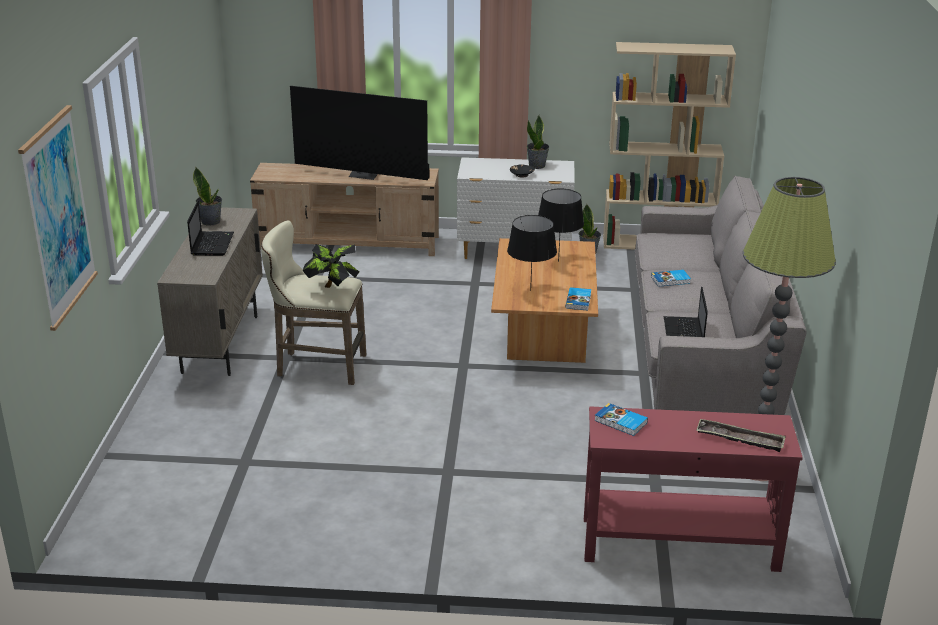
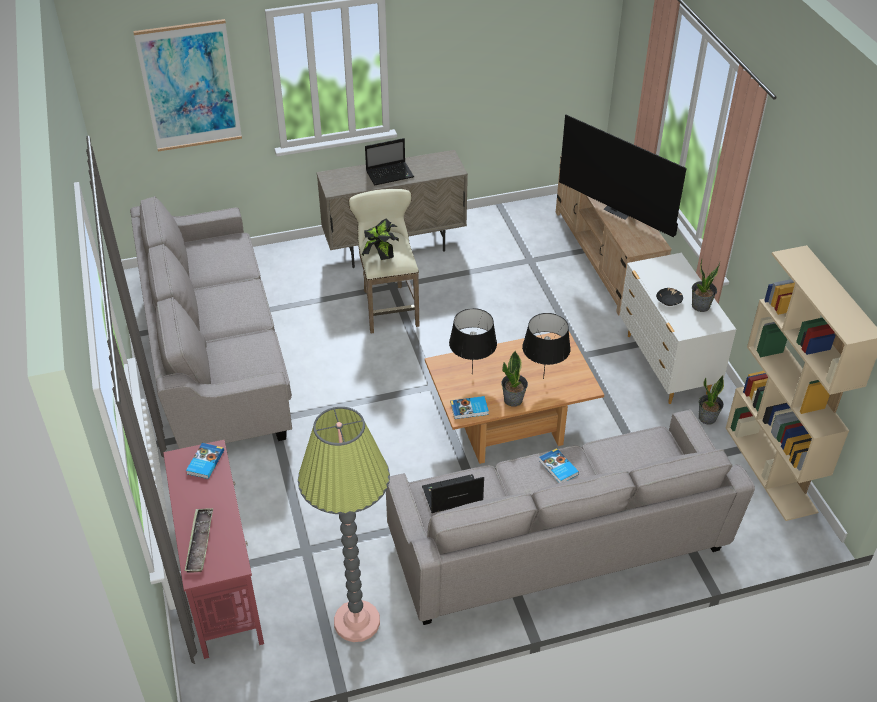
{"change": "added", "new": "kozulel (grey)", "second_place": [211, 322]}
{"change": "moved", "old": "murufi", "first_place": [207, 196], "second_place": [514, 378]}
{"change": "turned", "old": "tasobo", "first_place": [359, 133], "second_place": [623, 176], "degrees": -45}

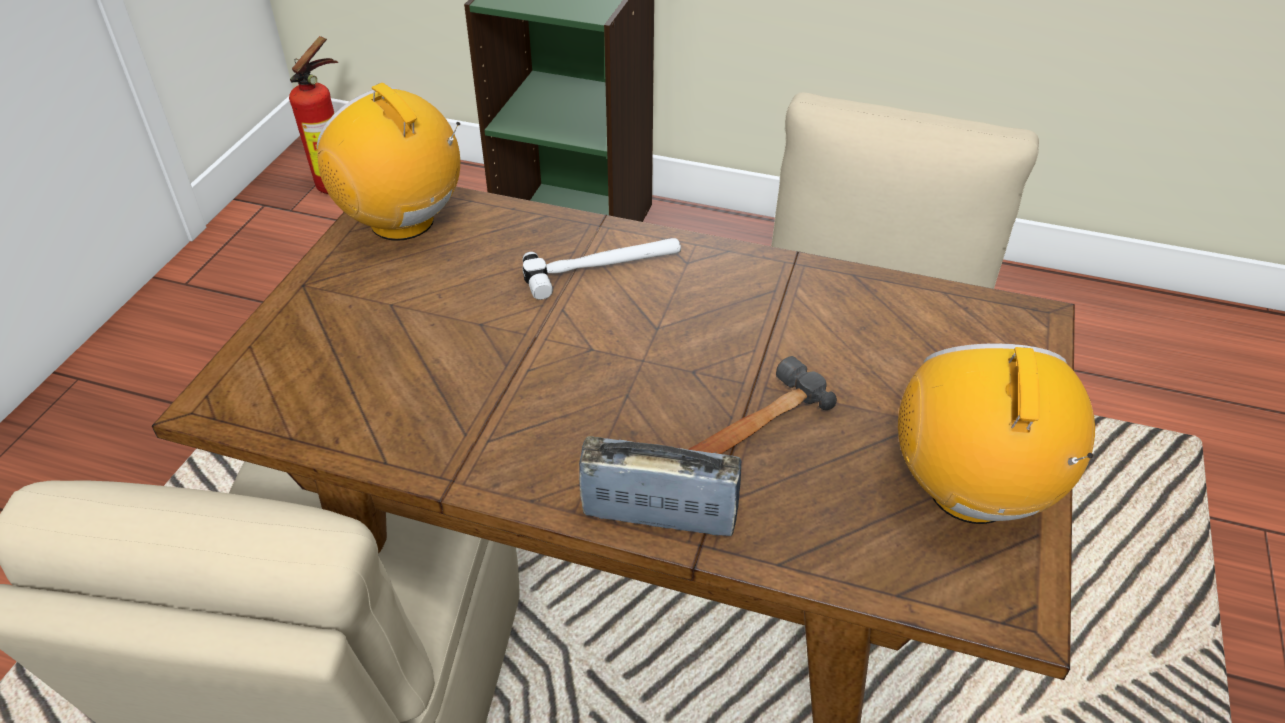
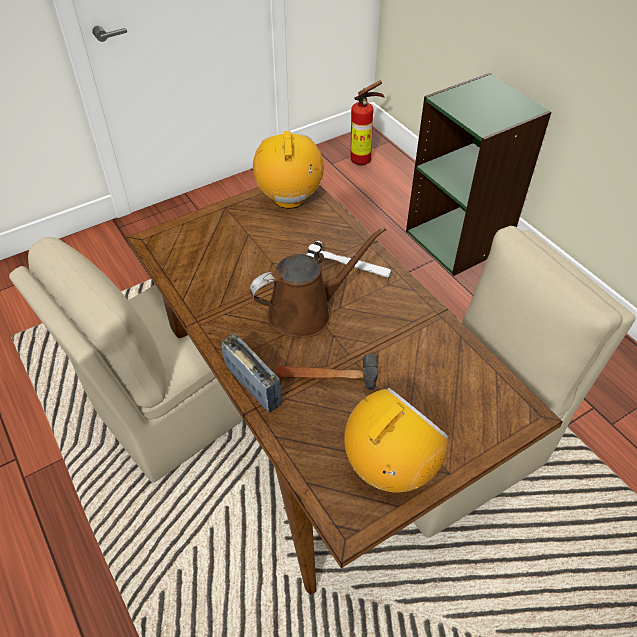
{"change": "added", "new": "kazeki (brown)", "second_place": [317, 282]}

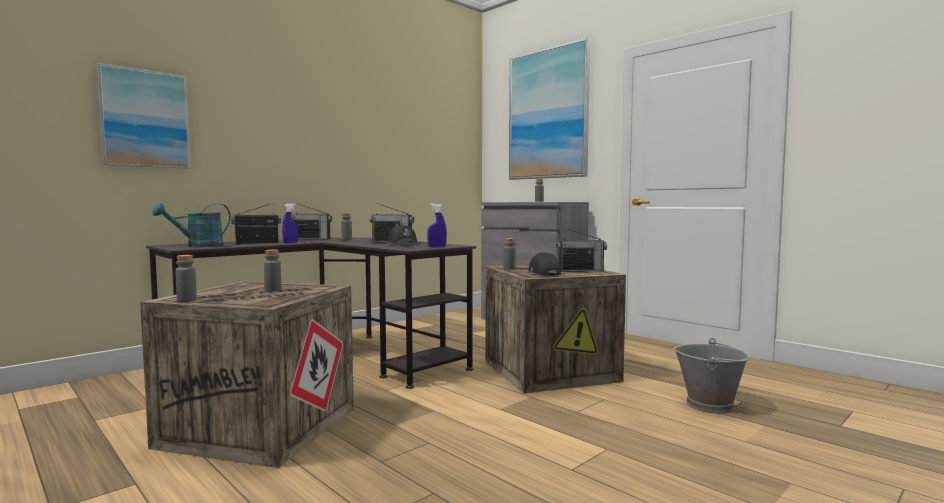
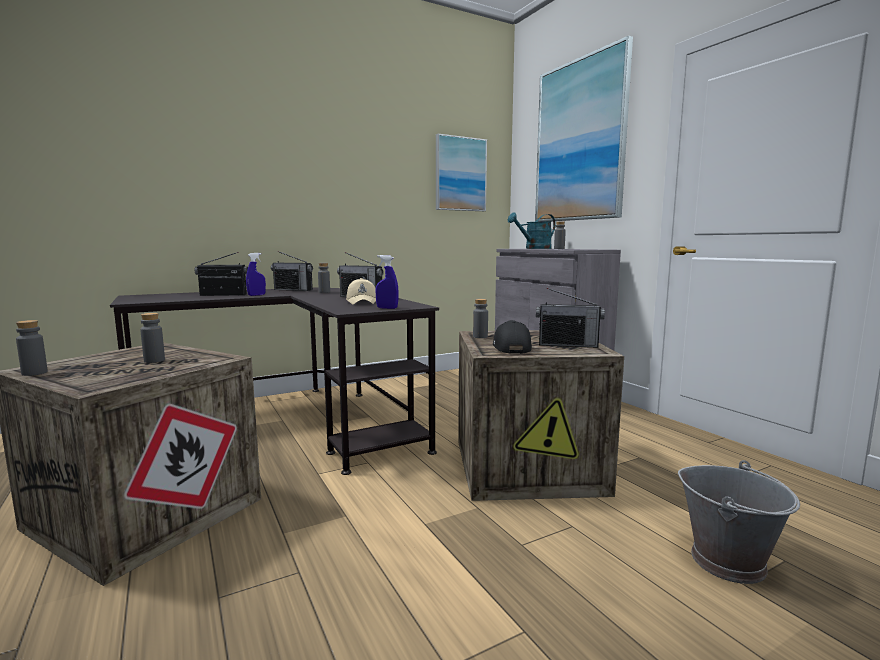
{"change": "recoloured", "old": "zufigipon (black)", "new": "zufigipon (beige)", "first_place": [402, 235], "second_place": [361, 291]}
{"change": "moved", "old": "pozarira", "first_place": [143, 116], "second_place": [461, 172]}
{"change": "moved", "old": "kazeki (turquoise)", "first_place": [192, 225], "second_place": [531, 230]}

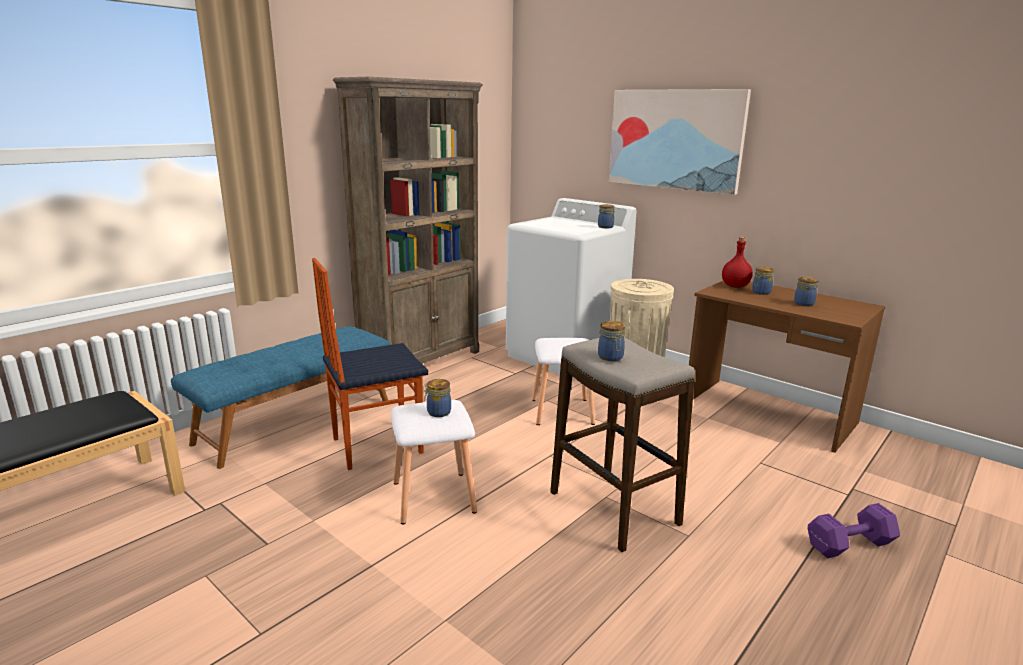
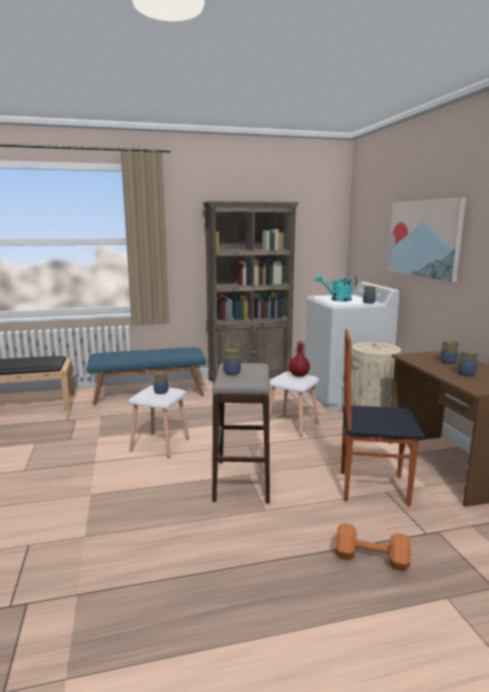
{"change": "moved", "old": "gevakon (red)", "first_place": [737, 262], "second_place": [299, 358]}
{"change": "added", "new": "kazeki (turquoise)", "second_place": [336, 287]}
{"change": "recoloured", "old": "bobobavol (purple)", "new": "bobobavol (orange)", "first_place": [854, 530], "second_place": [373, 547]}
{"change": "moved", "old": "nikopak", "first_place": [370, 364], "second_place": [383, 417]}

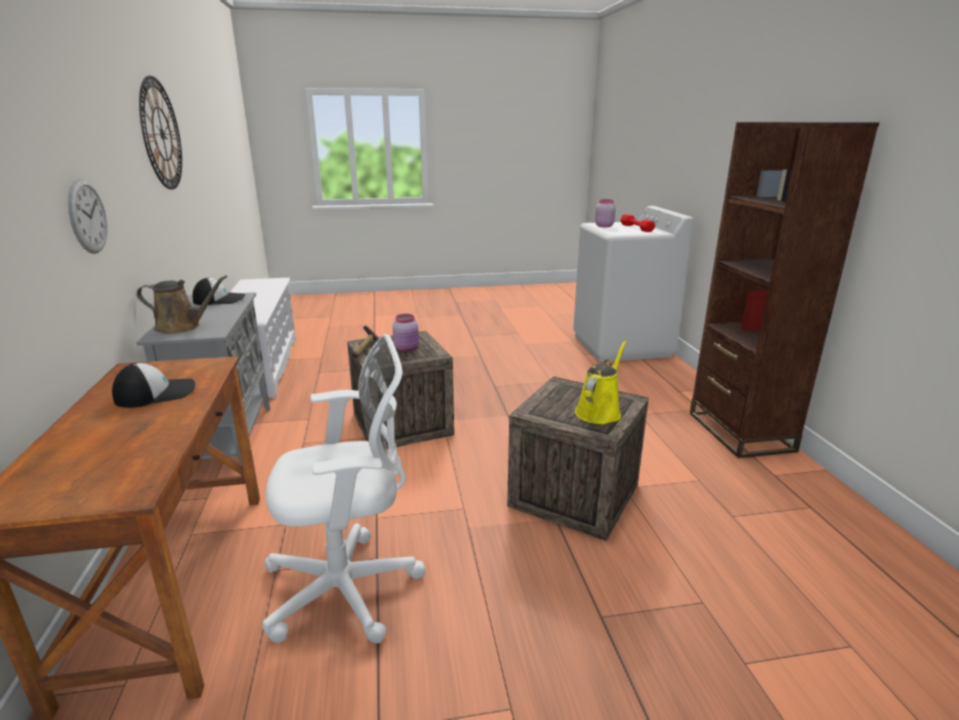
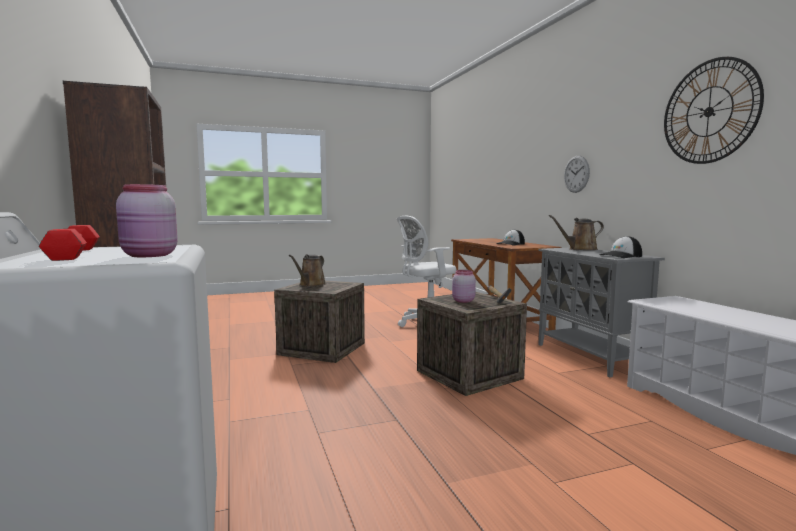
{"change": "recoloured", "old": "kazeki (yellow)", "new": "kazeki (brown)", "first_place": [601, 382], "second_place": [307, 270]}

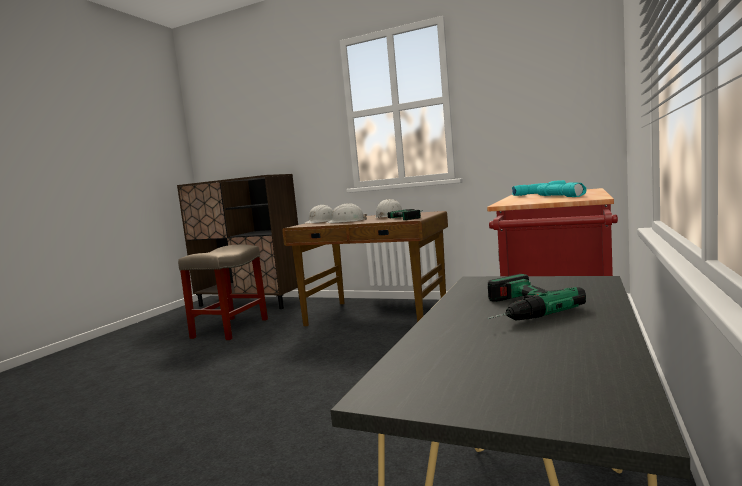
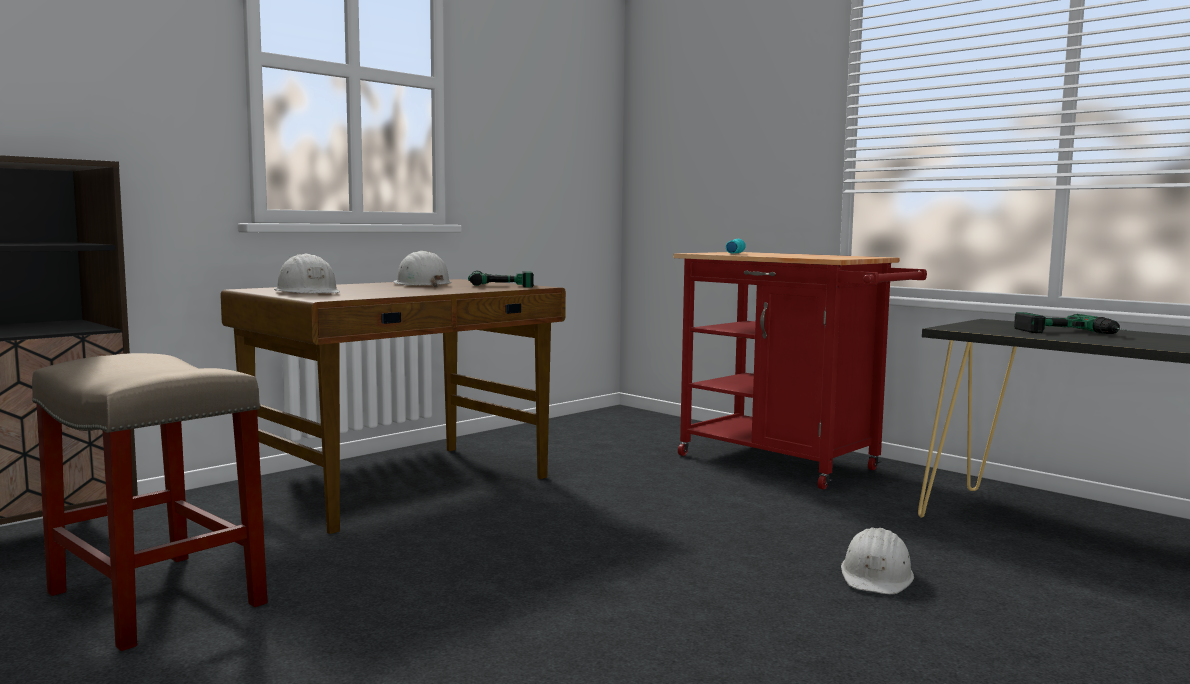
{"change": "moved", "old": "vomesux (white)", "first_place": [346, 213], "second_place": [877, 560]}
{"change": "removed", "old": "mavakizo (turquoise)", "first_place": [562, 189]}

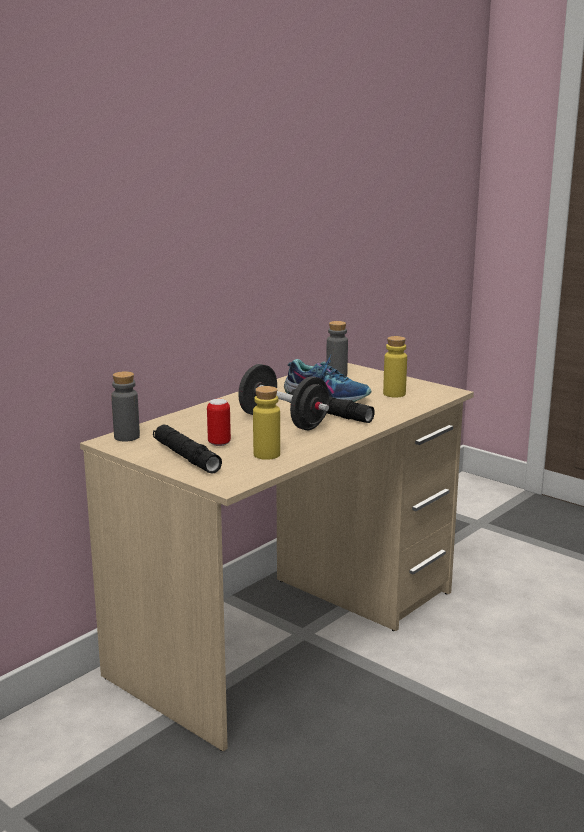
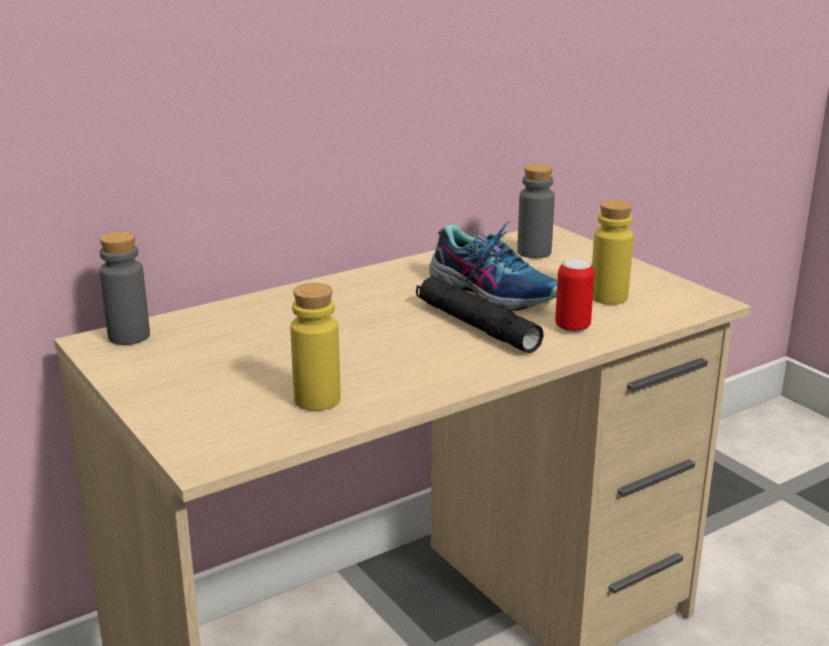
{"change": "moved", "old": "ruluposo", "first_place": [219, 422], "second_place": [575, 295]}
{"change": "removed", "old": "mavakizo (black)", "first_place": [187, 449]}
{"change": "removed", "old": "bobobavol (black)", "first_place": [283, 397]}

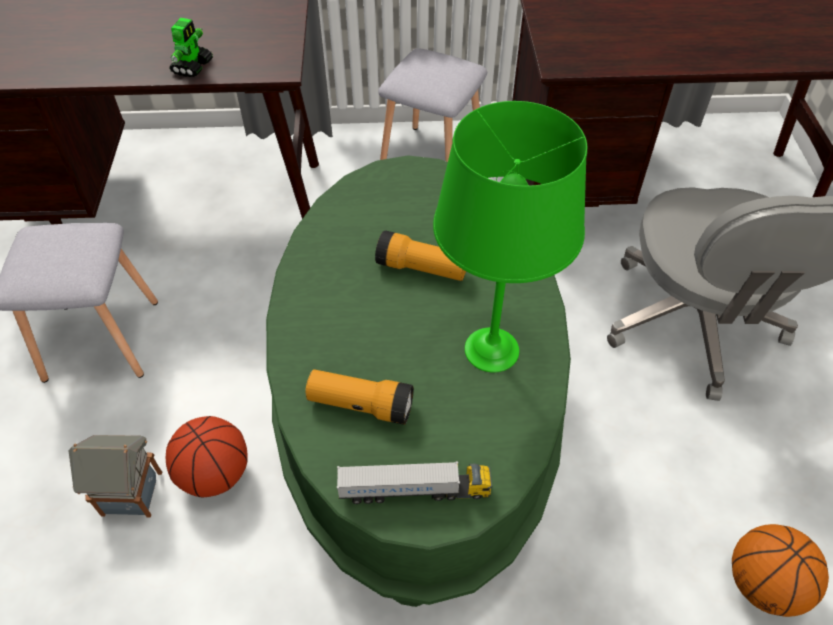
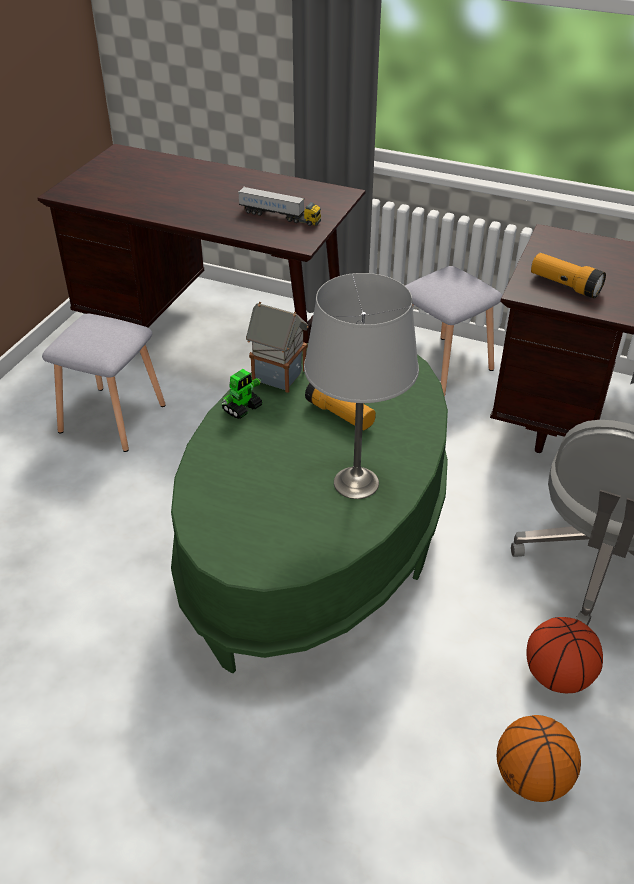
{"change": "moved", "old": "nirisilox", "first_place": [191, 47], "second_place": [242, 394]}
{"change": "moved", "old": "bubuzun", "first_place": [414, 482], "second_place": [279, 206]}
{"change": "moved", "old": "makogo", "first_place": [115, 476], "second_place": [277, 347]}
{"change": "recoloured", "old": "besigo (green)", "new": "besigo (grey)", "first_place": [510, 236], "second_place": [361, 386]}
{"change": "moved", "old": "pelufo", "first_place": [207, 456], "second_place": [564, 655]}
{"change": "moved", "old": "mavakizo", "first_place": [359, 397], "second_place": [568, 275]}

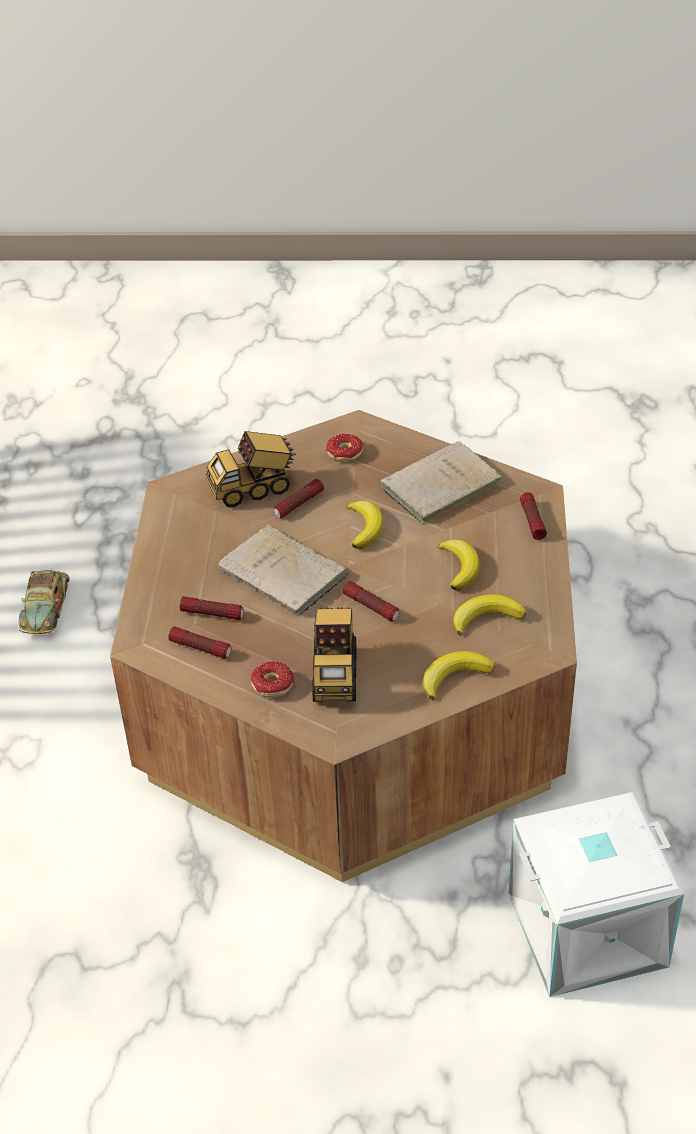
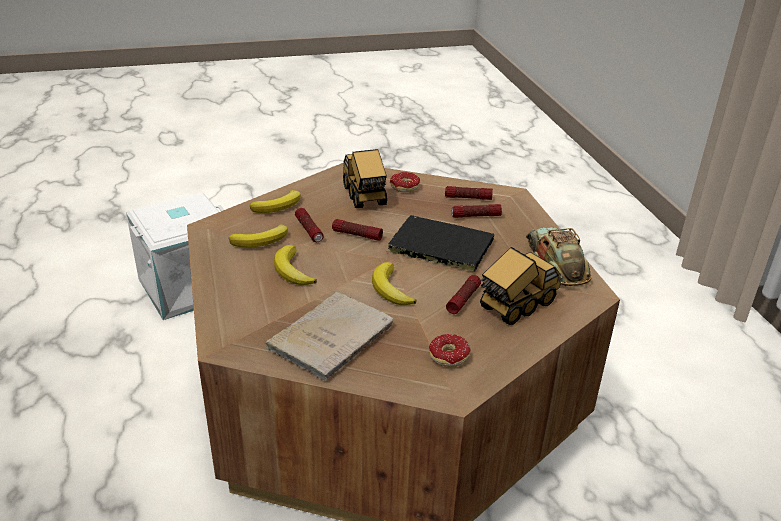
{"change": "moved", "old": "mavakizo", "first_place": [533, 516], "second_place": [309, 225]}
{"change": "recoloured", "old": "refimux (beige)", "new": "refimux (black)", "first_place": [283, 570], "second_place": [440, 243]}
{"change": "moved", "old": "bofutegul", "first_place": [44, 602], "second_place": [559, 256]}

